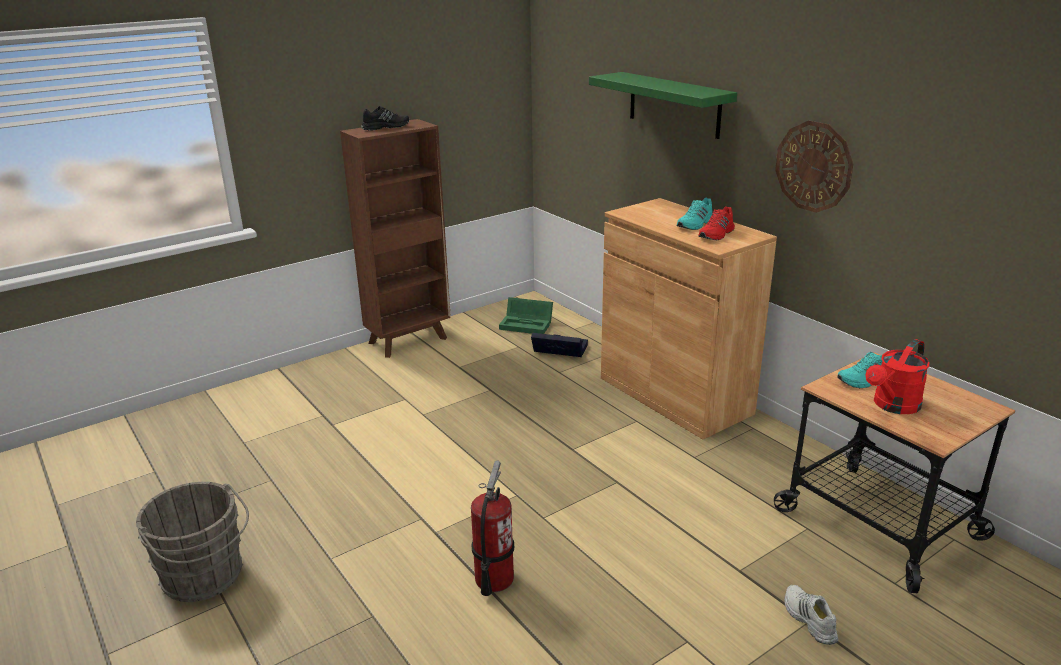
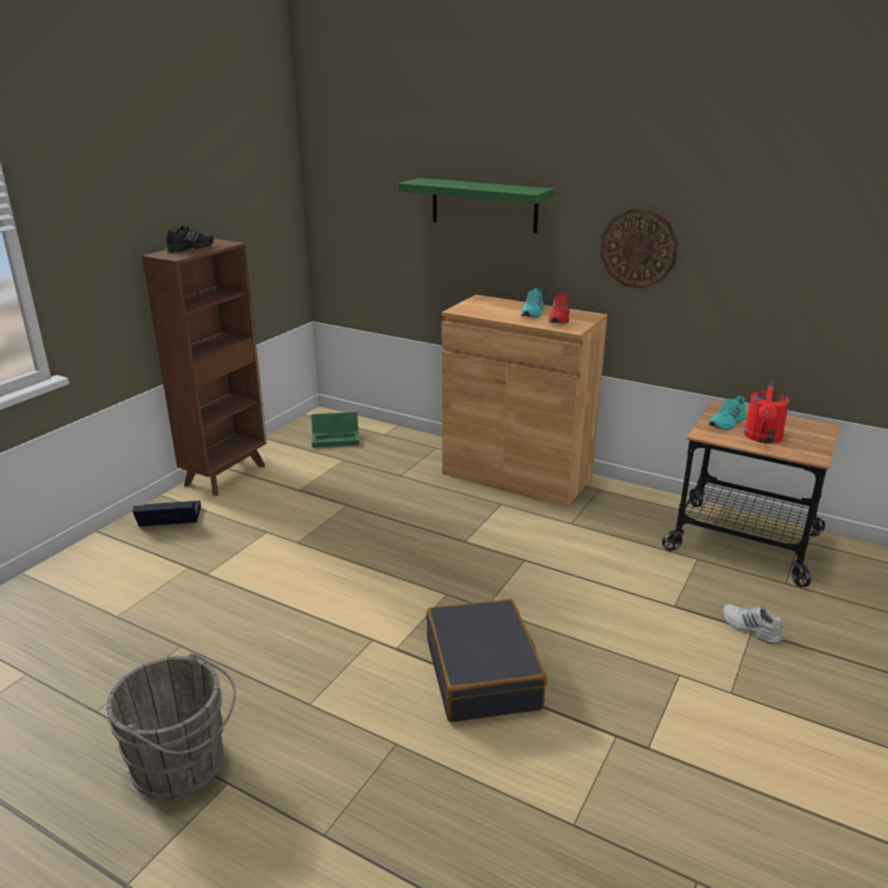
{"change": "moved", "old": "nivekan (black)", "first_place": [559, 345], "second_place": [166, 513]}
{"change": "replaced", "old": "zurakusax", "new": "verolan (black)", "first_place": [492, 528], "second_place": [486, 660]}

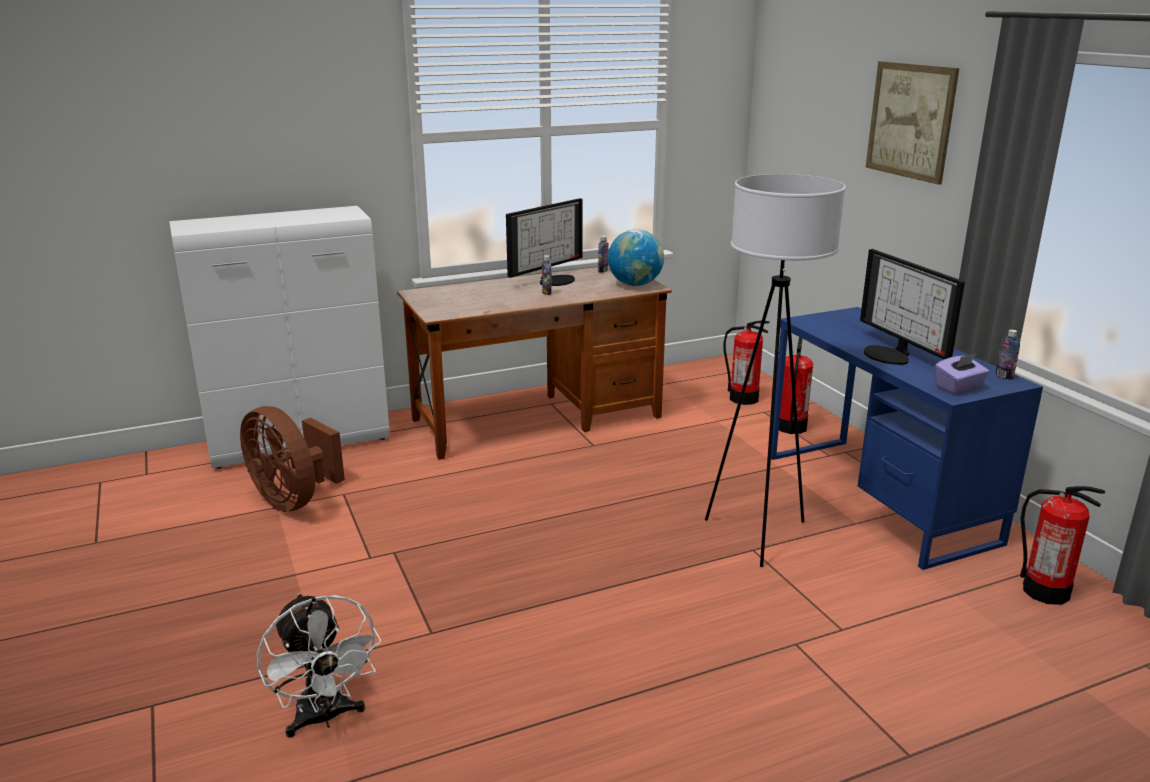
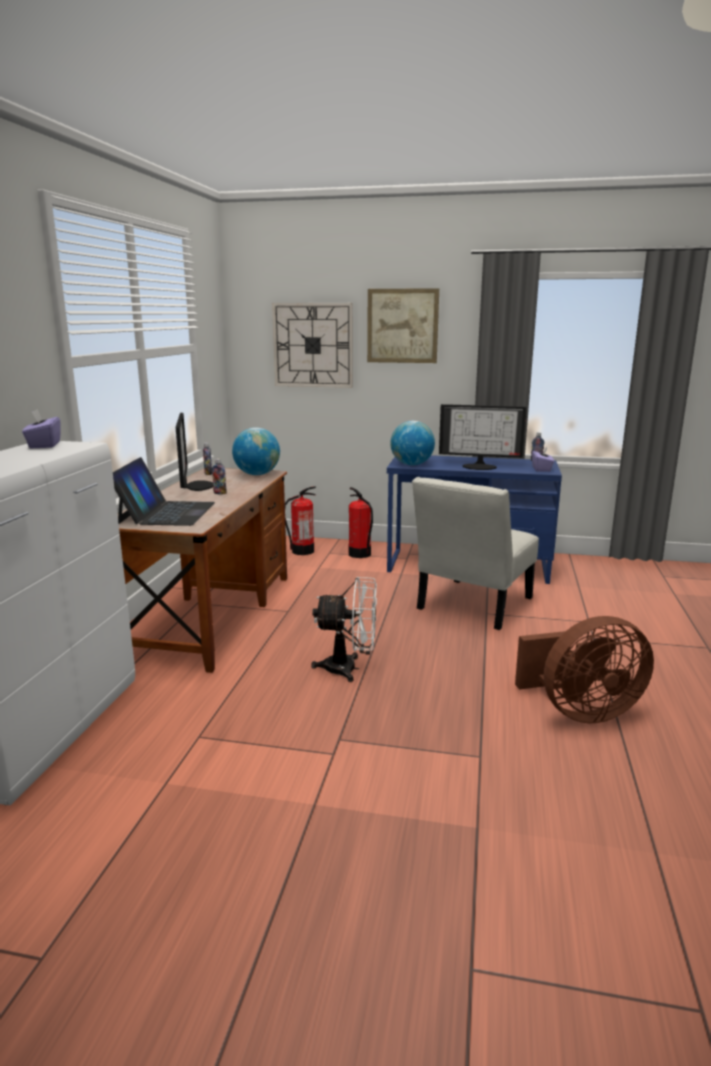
{"change": "added", "new": "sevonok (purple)", "second_place": [41, 428]}
{"change": "added", "new": "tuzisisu", "second_place": [164, 491]}
{"change": "added", "new": "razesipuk", "second_place": [312, 345]}
{"change": "moved", "old": "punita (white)", "first_place": [319, 665], "second_place": [344, 629]}
{"change": "added", "new": "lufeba", "second_place": [412, 443]}
{"change": "replaced", "old": "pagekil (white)", "new": "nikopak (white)", "first_place": [775, 370], "second_place": [475, 553]}
{"change": "moved", "old": "punita (brown)", "first_place": [292, 459], "second_place": [584, 669]}
{"change": "removed", "old": "zurakusax", "first_place": [1062, 545]}

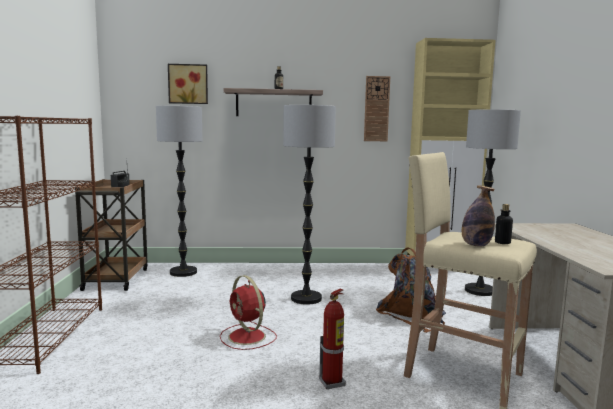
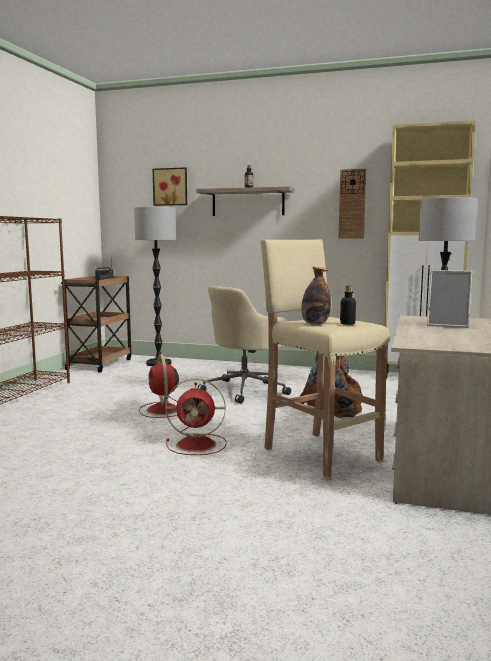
{"change": "replaced", "old": "zurakusax", "new": "punita (red)", "first_place": [332, 339], "second_place": [195, 417]}
{"change": "replaced", "old": "pagekil", "new": "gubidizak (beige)", "first_place": [309, 205], "second_place": [244, 344]}
{"change": "added", "new": "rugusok", "second_place": [449, 299]}

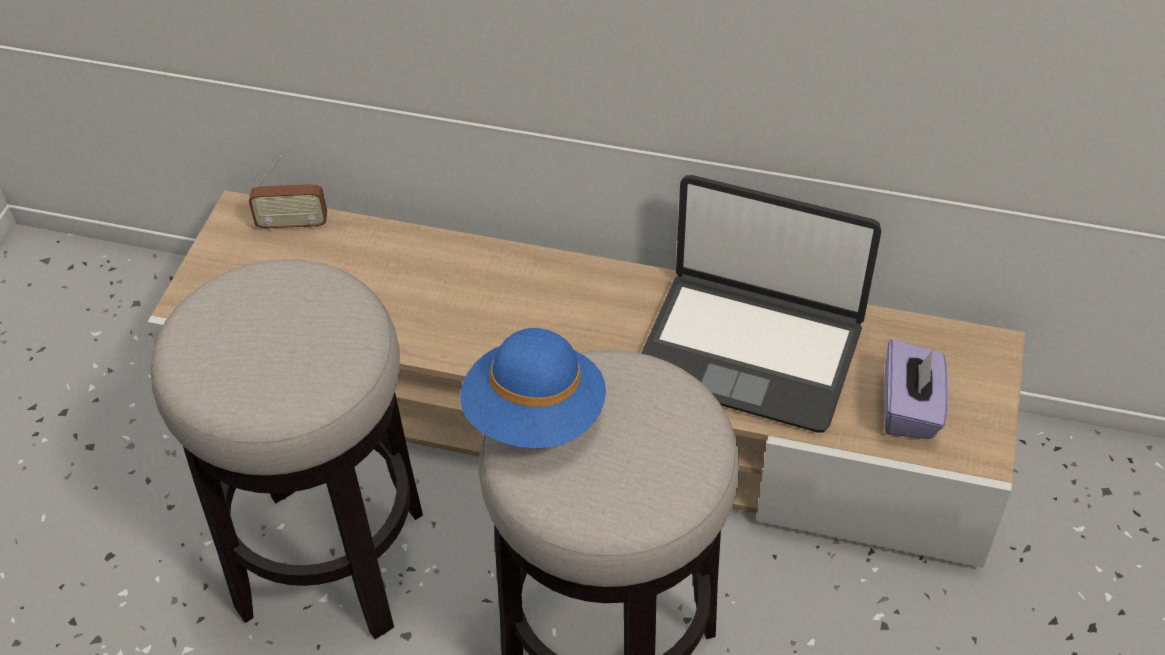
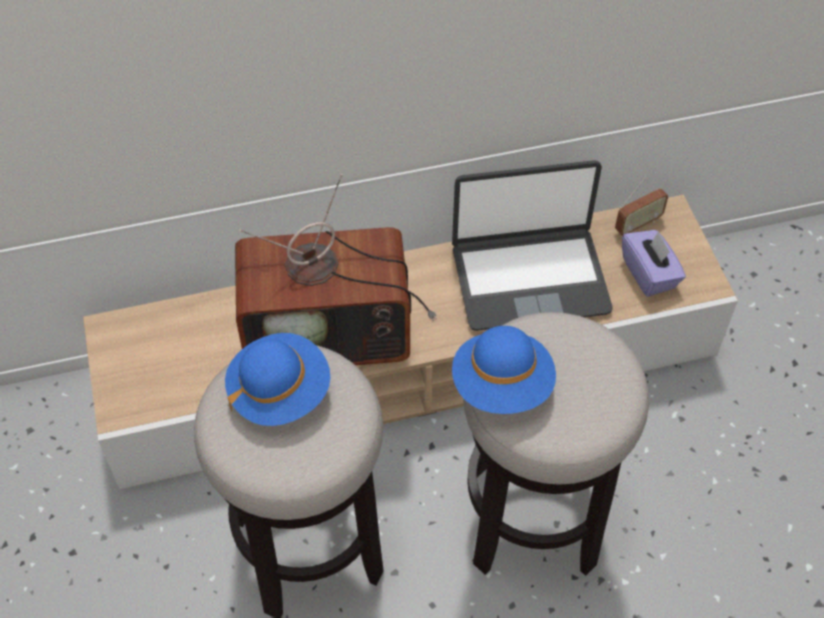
{"change": "added", "new": "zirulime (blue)", "second_place": [277, 379]}
{"change": "added", "new": "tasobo", "second_place": [336, 269]}
{"change": "moved", "old": "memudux", "first_place": [288, 193], "second_place": [641, 206]}

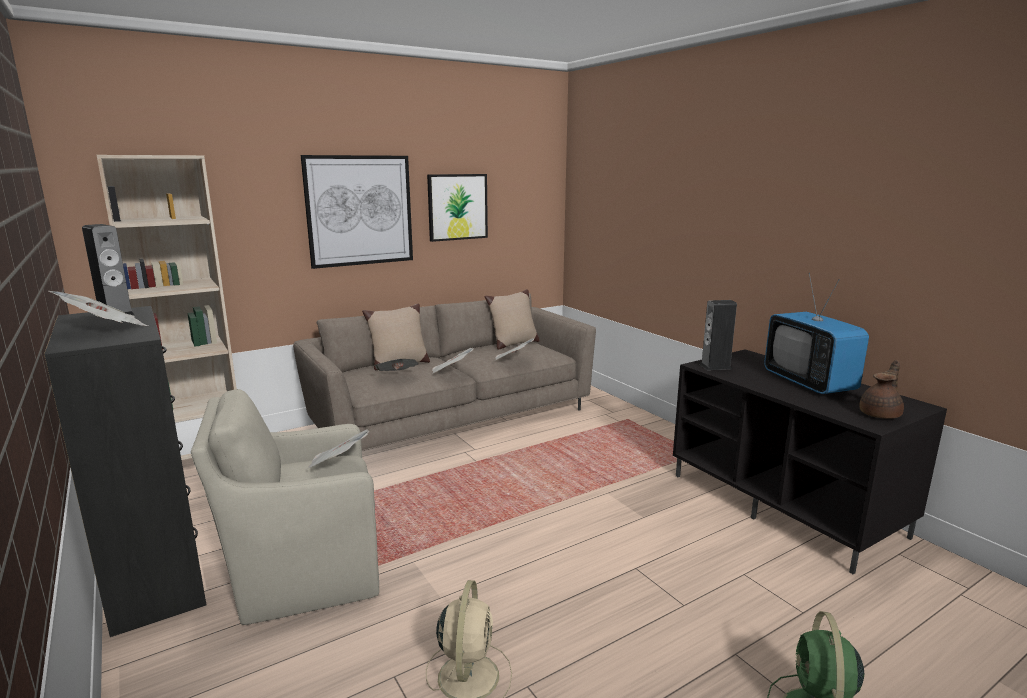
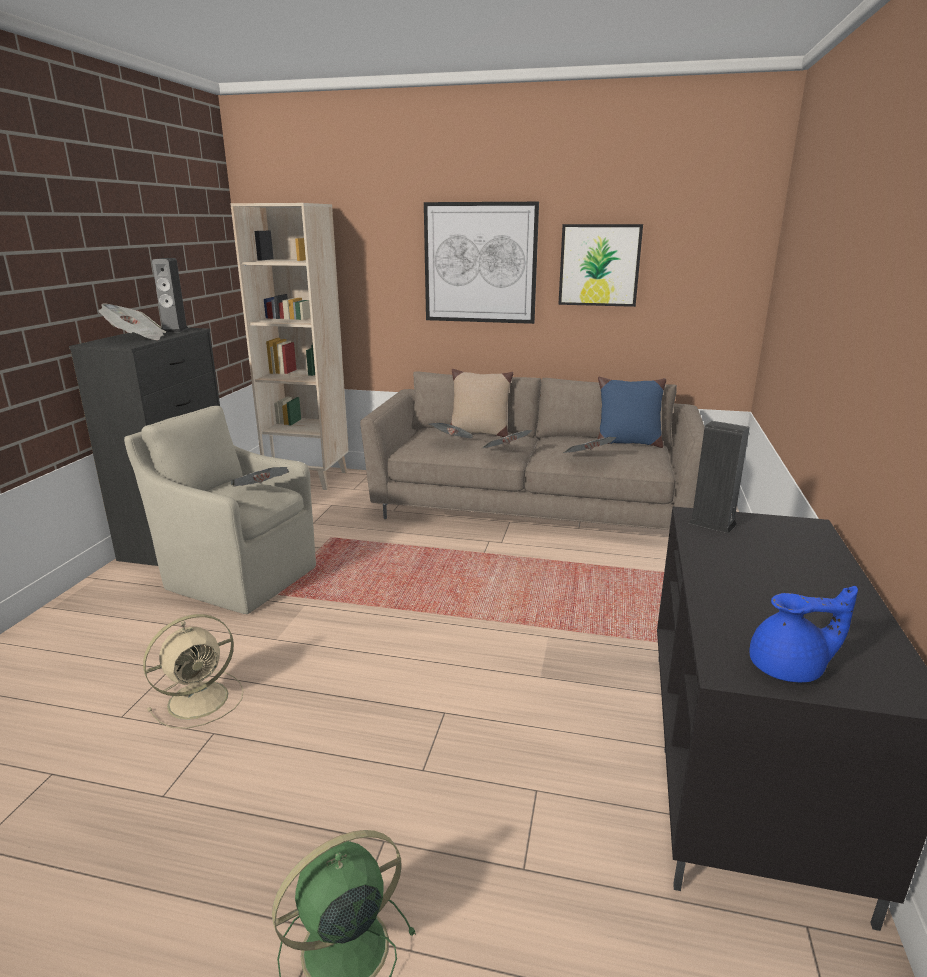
{"change": "recoloured", "old": "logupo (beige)", "new": "logupo (blue)", "first_place": [512, 319], "second_place": [632, 412]}
{"change": "recoloured", "old": "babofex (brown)", "new": "babofex (blue)", "first_place": [881, 389], "second_place": [804, 634]}
{"change": "removed", "old": "tasobo", "first_place": [816, 333]}

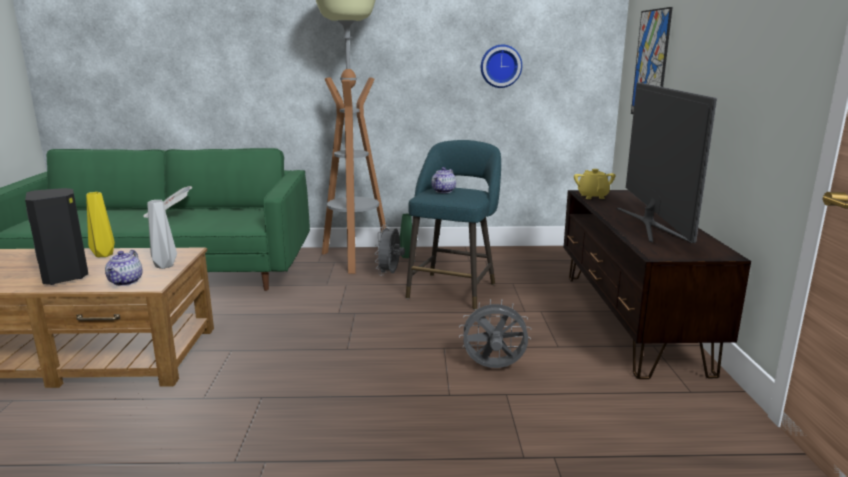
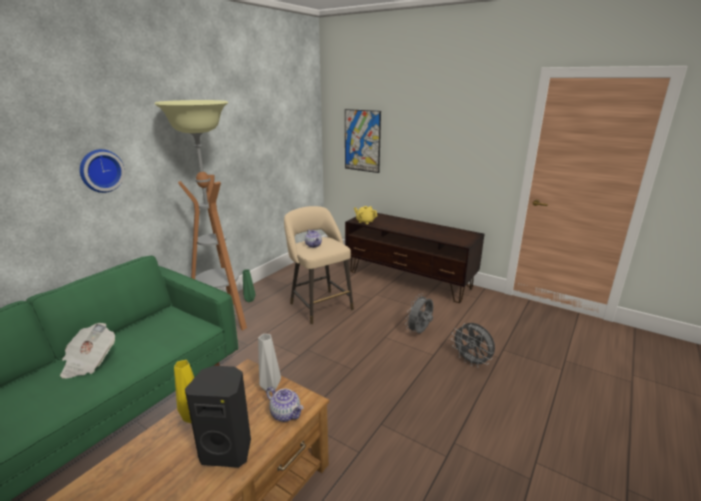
{"change": "moved", "old": "razesipuk", "first_place": [501, 66], "second_place": [102, 171]}
{"change": "recoloured", "old": "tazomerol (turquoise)", "new": "tazomerol (beige)", "first_place": [453, 225], "second_place": [319, 265]}
{"change": "moved", "old": "punita (grey)", "first_place": [390, 250], "second_place": [473, 345]}
{"change": "removed", "old": "tasobo", "first_place": [667, 162]}

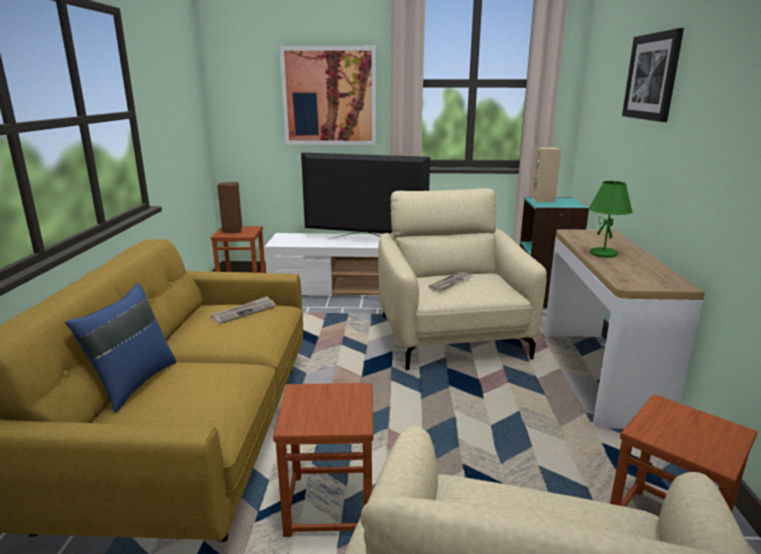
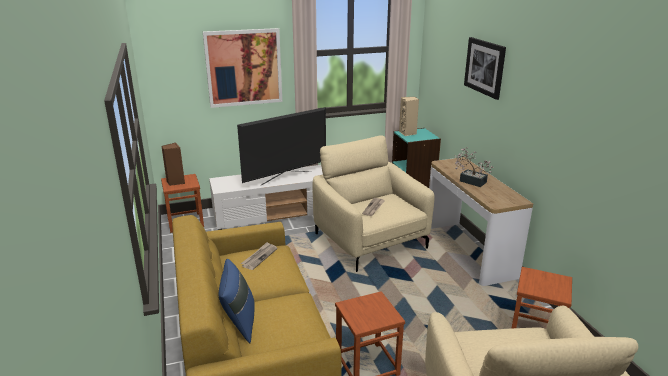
{"change": "turned", "old": "tasobo", "first_place": [365, 195], "second_place": [281, 146], "degrees": 150}
{"change": "replaced", "old": "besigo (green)", "new": "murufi", "first_place": [611, 219], "second_place": [474, 167]}

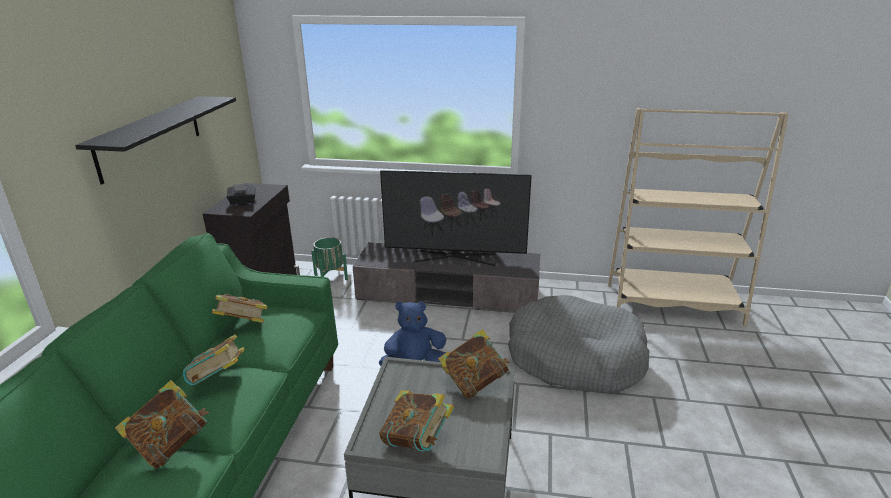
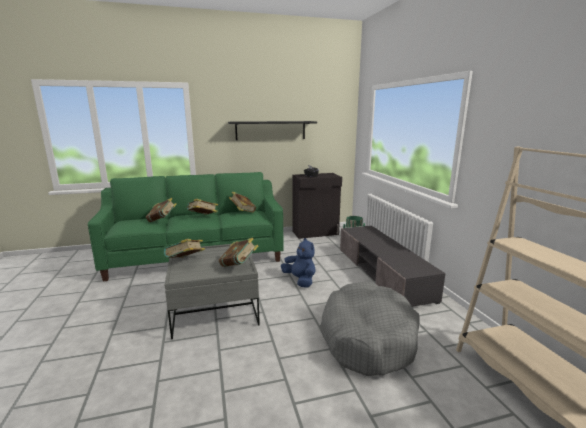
{"change": "removed", "old": "tasobo", "first_place": [456, 218]}

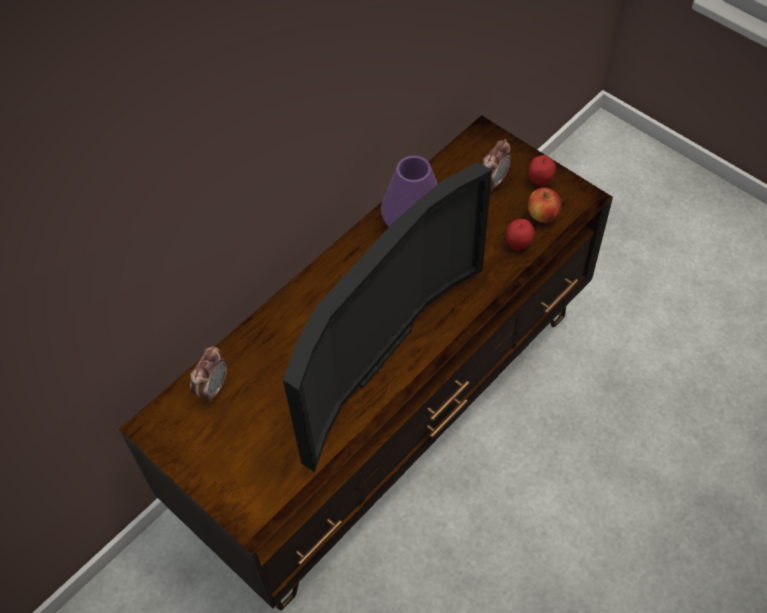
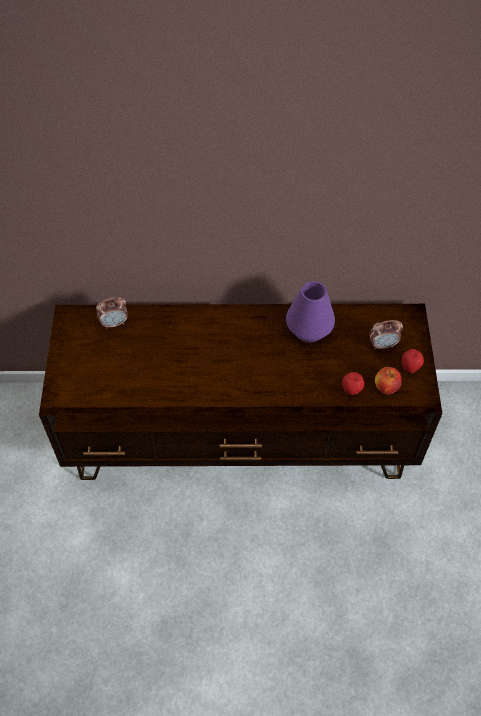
{"change": "removed", "old": "tasobo", "first_place": [387, 317]}

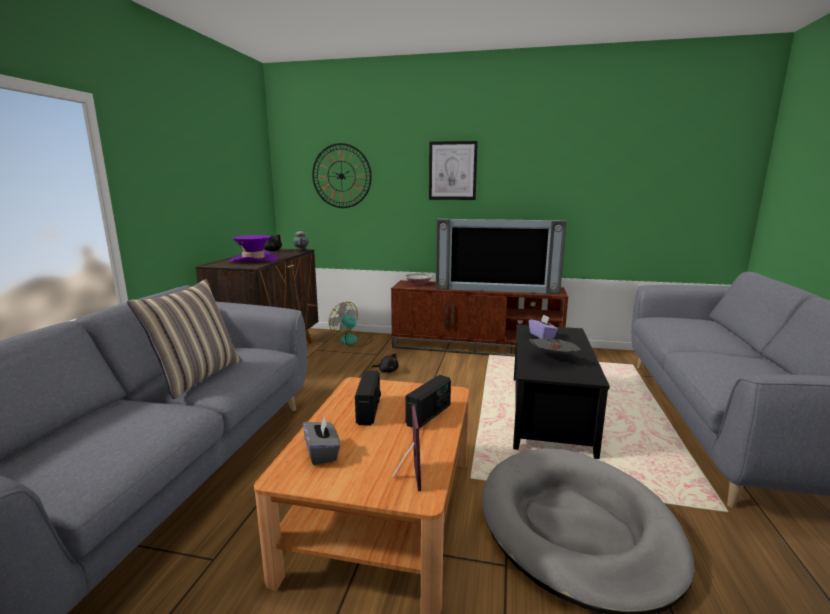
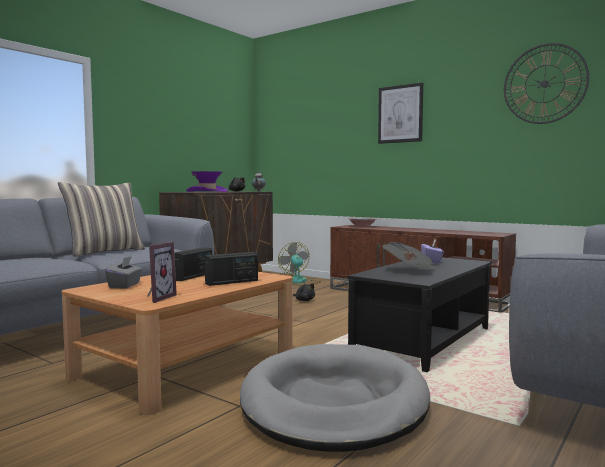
{"change": "moved", "old": "razesipuk", "first_place": [342, 175], "second_place": [546, 83]}
{"change": "removed", "old": "tasobo", "first_place": [501, 256]}

